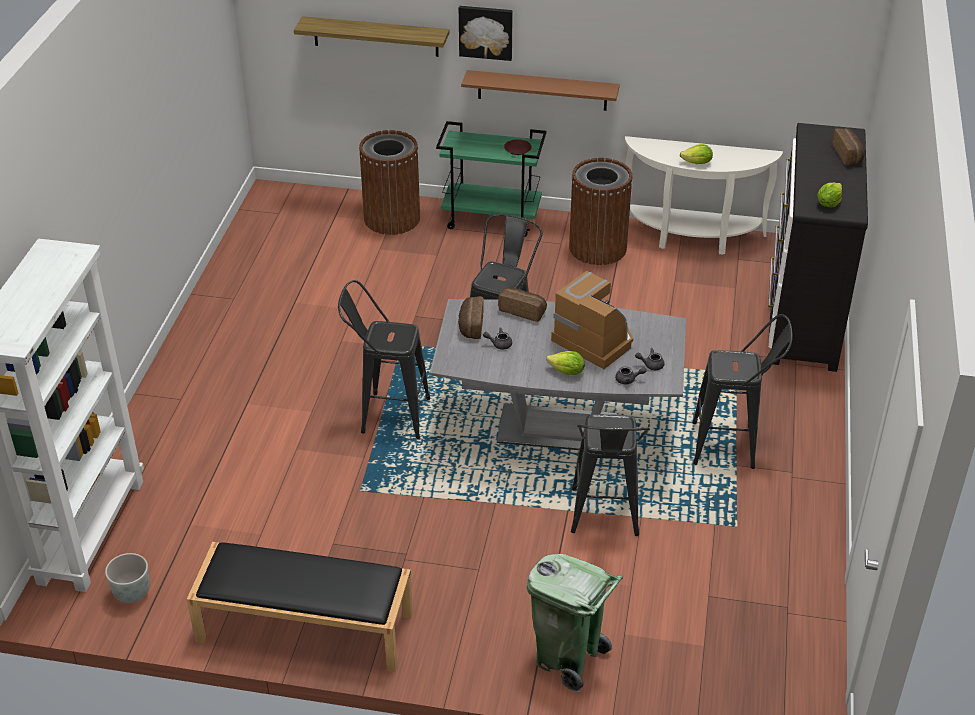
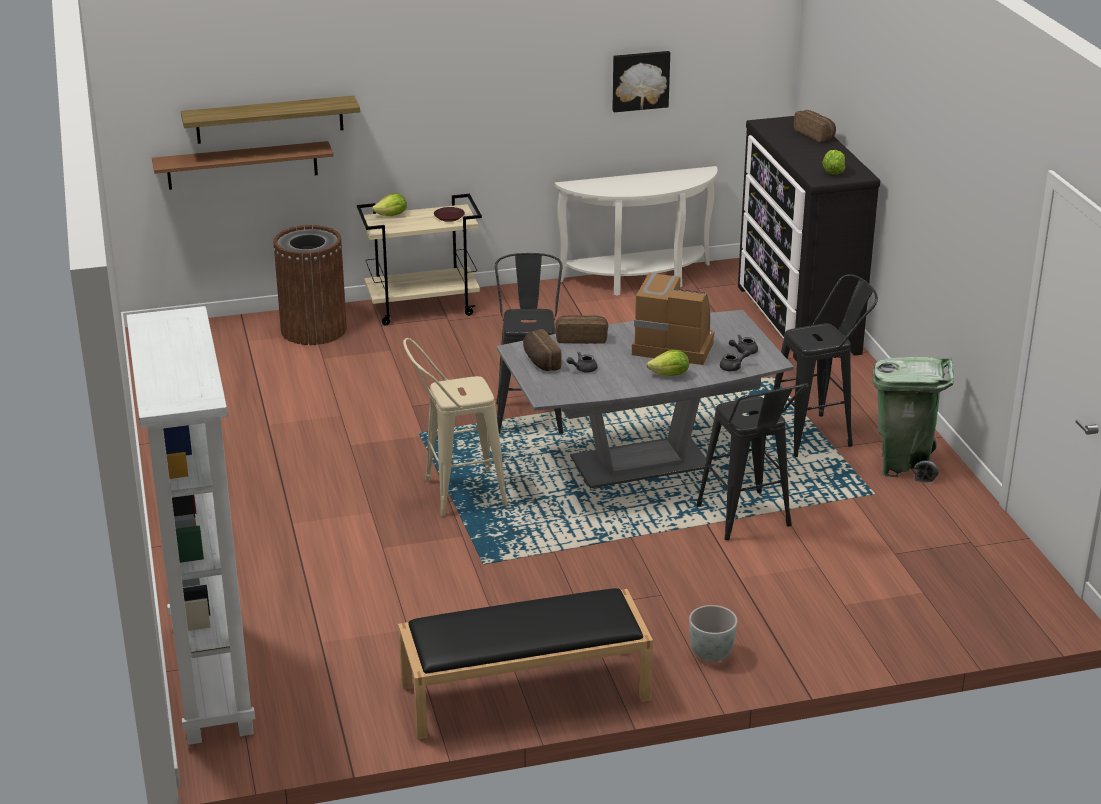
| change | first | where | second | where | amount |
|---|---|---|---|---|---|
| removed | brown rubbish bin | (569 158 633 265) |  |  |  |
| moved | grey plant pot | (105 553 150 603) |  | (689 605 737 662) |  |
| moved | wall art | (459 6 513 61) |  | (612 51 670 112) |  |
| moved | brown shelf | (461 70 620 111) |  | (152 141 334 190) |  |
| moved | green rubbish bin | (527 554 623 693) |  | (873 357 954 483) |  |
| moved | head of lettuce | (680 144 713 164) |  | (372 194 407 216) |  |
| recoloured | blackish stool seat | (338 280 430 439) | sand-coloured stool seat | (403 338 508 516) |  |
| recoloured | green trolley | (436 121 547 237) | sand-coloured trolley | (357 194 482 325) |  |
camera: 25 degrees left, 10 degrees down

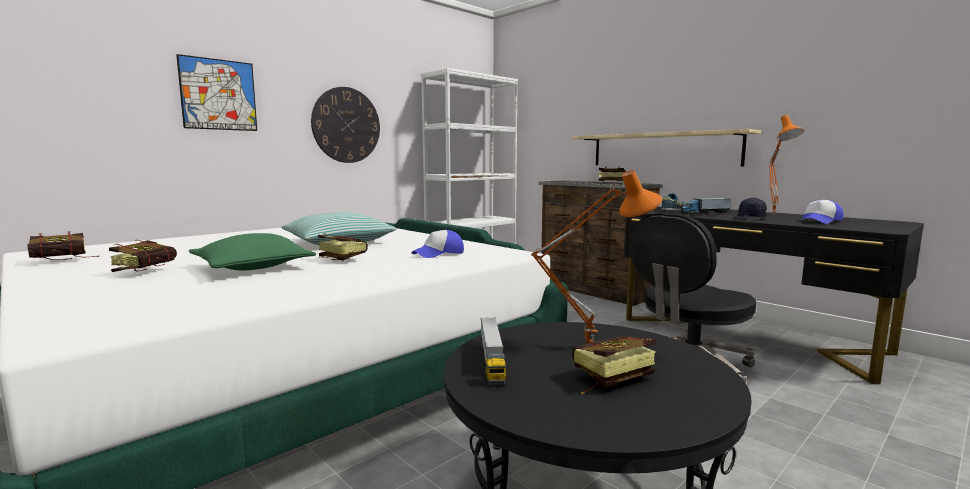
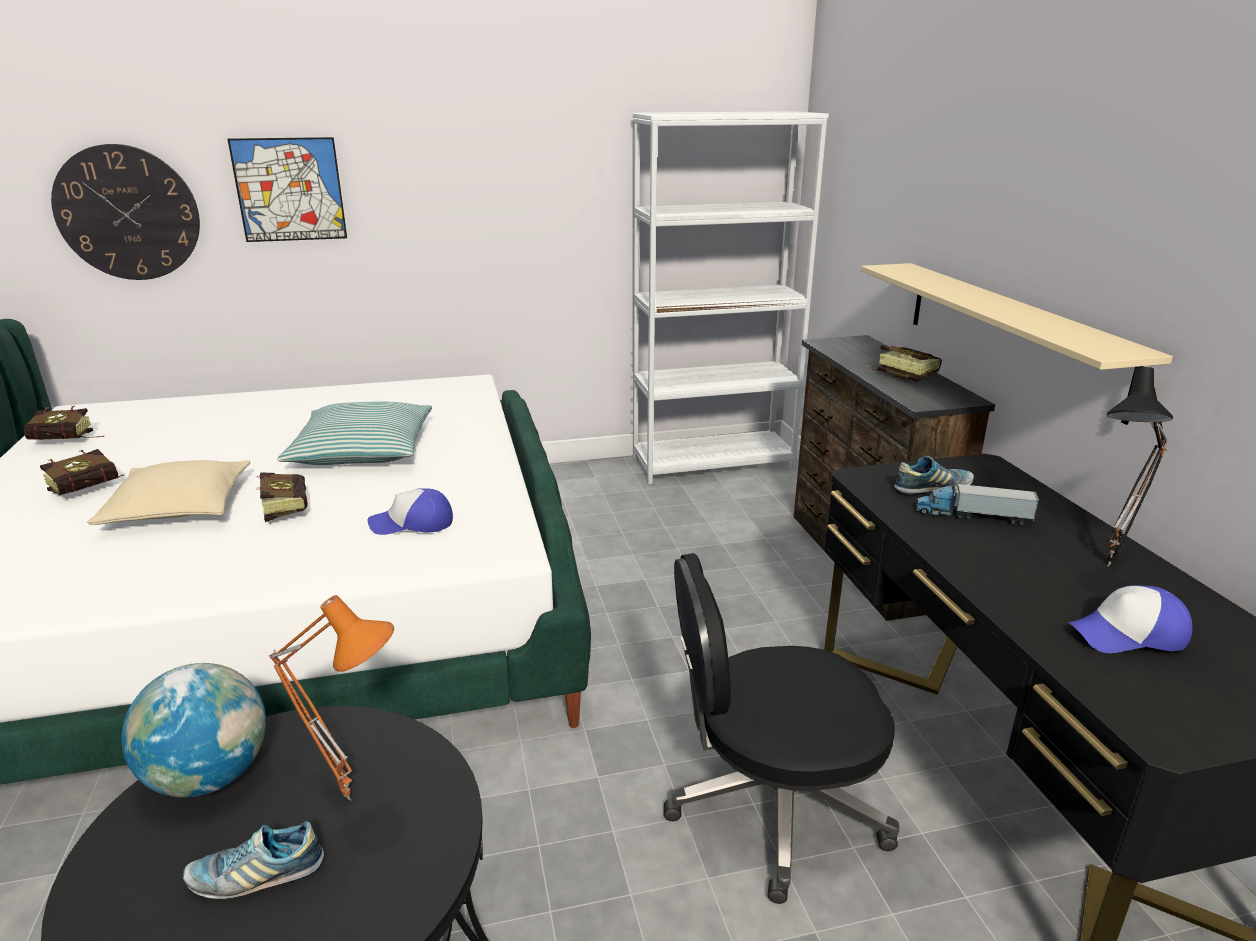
| change | first | where | second | where | amount |
|---|---|---|---|---|---|
| removed | blackish cap | (732 197 767 221) |  |  |  |
| moved | wall clock | (311 87 380 163) |  | (51 144 200 280) |  |
| replaced | toy truck | (480 317 506 385) | world globe | (122 663 266 798) |  |
| replaced | bound book | (572 336 657 395) | low shoe | (183 821 324 899) |  |
| recoloured | green throw pillow | (189 233 316 270) | sand-coloured throw pillow | (87 460 250 525) |  |
| recoloured | orange-coloured lamp for a table | (770 115 804 215) | blackish lamp for a table | (1107 367 1173 566) |  |
camera: 30 degrees right, 15 degrees up

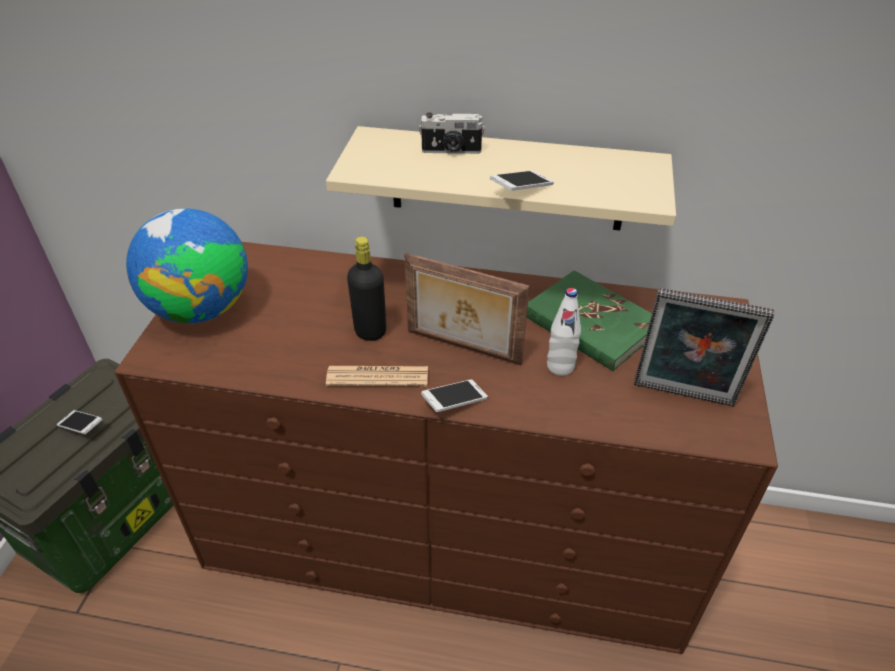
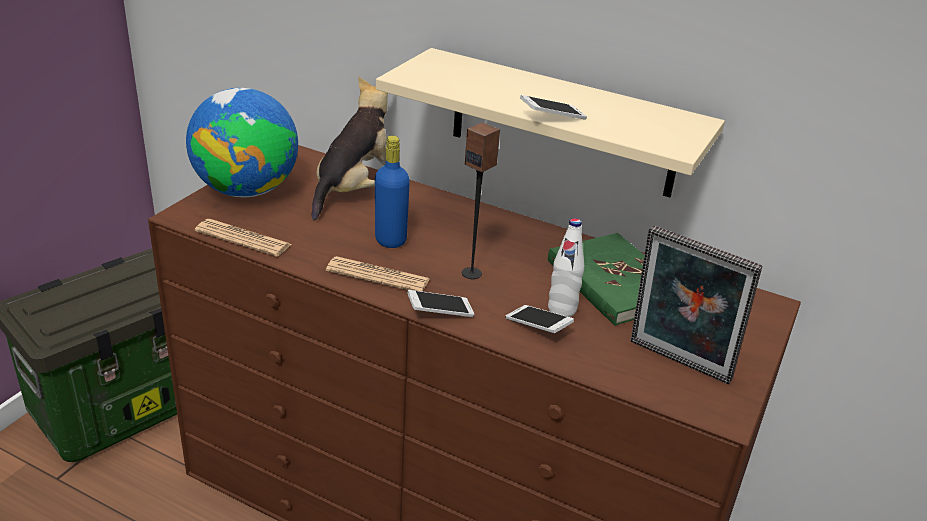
| change | first | where | second | where | amount |
|---|---|---|---|---|---|
| removed | photo camera | (419 112 485 154) |  |  |  |
| added |  |  | printed paper | (195 219 292 257) |  |
| added |  |  | plush toy | (312 77 388 221) |  |
| moved | handset | (57 410 102 435) |  | (506 305 574 333) |  |
| replaced | photo frame | (404 253 530 365) | loudspeaker | (462 122 500 279) |  |
| recoloured | blackish beverage bottle | (347 237 386 341) | blue beverage bottle | (375 136 410 248) |  |
camera: 15 degrees right, 10 degrees down

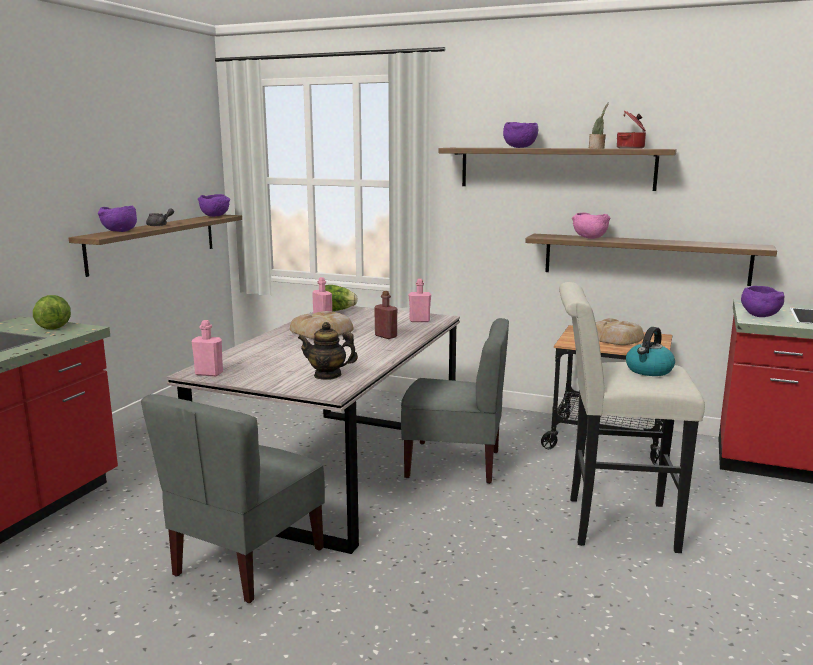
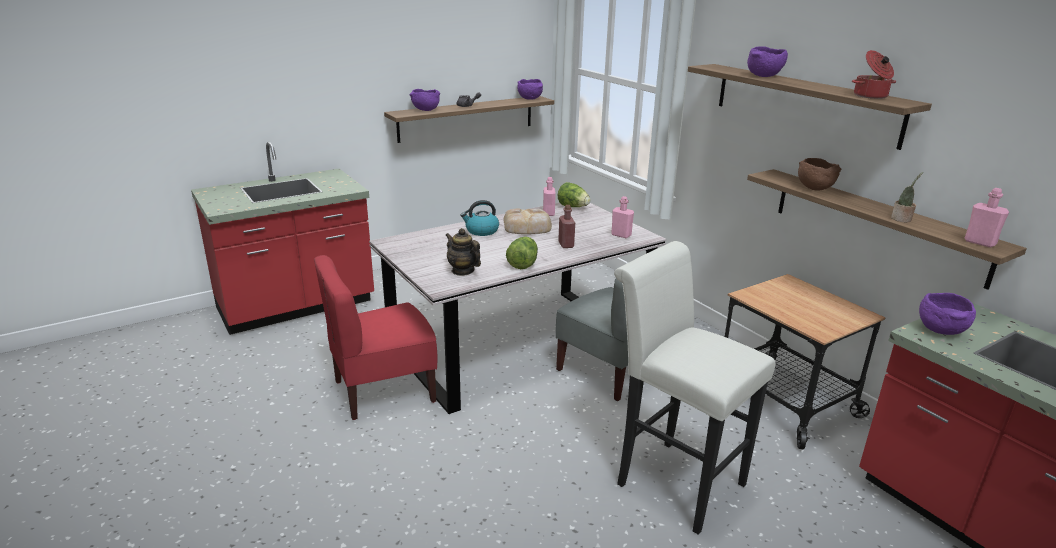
| change | first | where | second | where | amount |
|---|---|---|---|---|---|
| removed | bakery bread | (596 318 644 345) |  |  |  |
| moved | head of lettuce | (33 295 71 329) |  | (506 237 538 269) |  |
| moved | pink beverage bottle | (192 320 223 376) |  | (965 188 1009 247) |  |
| moved | potted plant | (589 102 609 148) |  | (891 172 923 222) |  |
| moved | kettle | (626 327 675 376) |  | (460 200 499 236) |  |
| recoloured | grey chair | (141 394 325 603) | red-coloured chair | (314 255 438 420) |  |
| recoloured | pink serving bowl | (572 213 611 239) | brown serving bowl | (798 158 841 191) |  |
camera: 35 degrees right, 10 degrees up

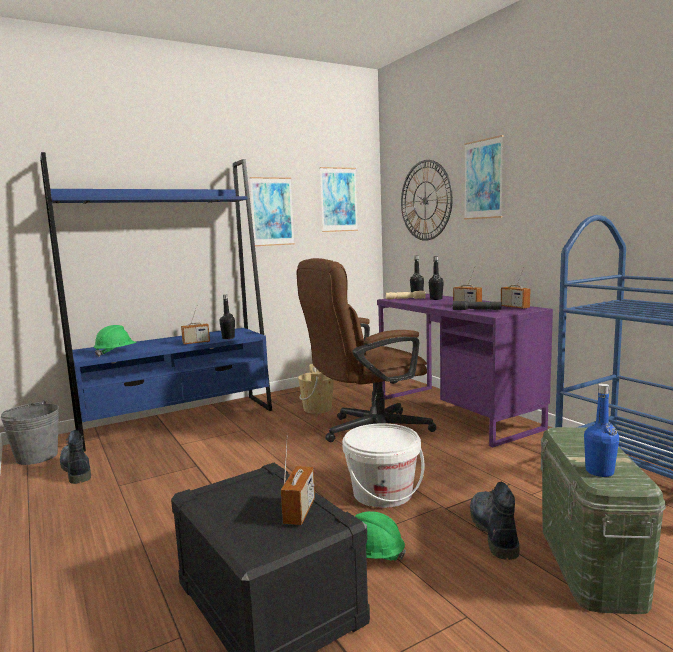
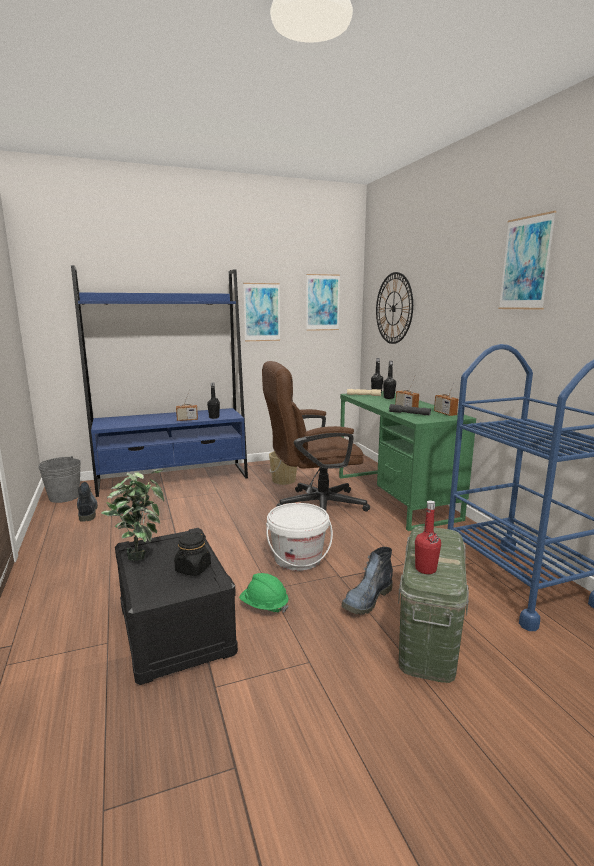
| change | first | where | second | where | amount |
|---|---|---|---|---|---|
| removed | green work helmet | (94 325 137 357) |  |  |  |
| added |  |  | potted plant | (101 469 164 560) |  |
| moved | wall art | (464 135 504 220) |  | (498 211 556 310) |  |
| replaced | radio | (281 435 315 525) | blackish jar | (174 532 211 576) |  |
| recoloured | purple desk unit | (377 294 553 447) | green desk unit | (339 391 476 531) |  |
| recoloured | blue beverage bottle | (584 384 619 477) | red-coloured beverage bottle | (415 500 441 574) |  |
| turned | tall boot | (470 481 519 560) |  | (342 547 393 615) | 150 degrees counterclockwise |
camera: 10 degrees right, 5 degrees up

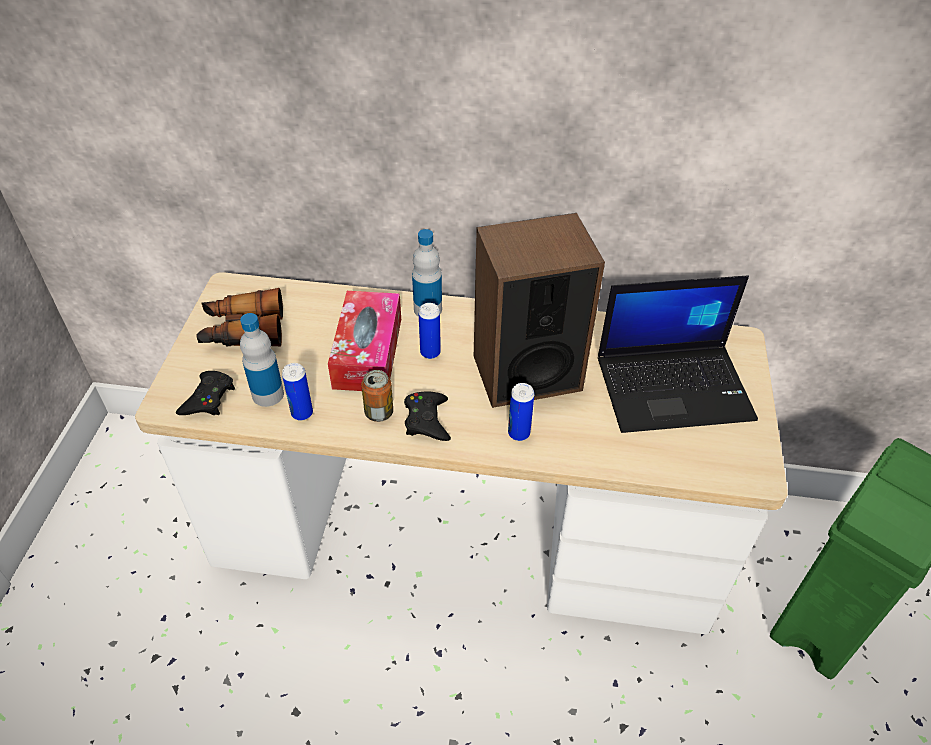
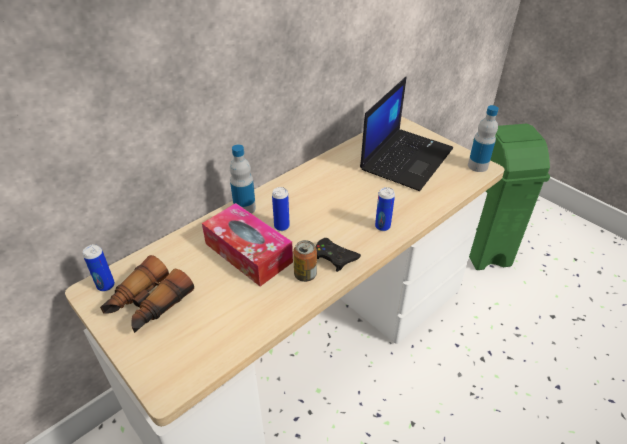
| change | first | where | second | where | amount |
|---|---|---|---|---|---|
| removed | blackish joypad | (176 371 235 415) |  |  |  |
| removed | loudspeaker | (474 213 605 408) |  |  |  |
| moved | beverage bottle | (240 313 284 407) |  | (468 105 499 172) |  |
| moved | can | (282 363 313 421) |  | (83 244 115 292) |  |
camera: 50 degrees left, 5 degrees down

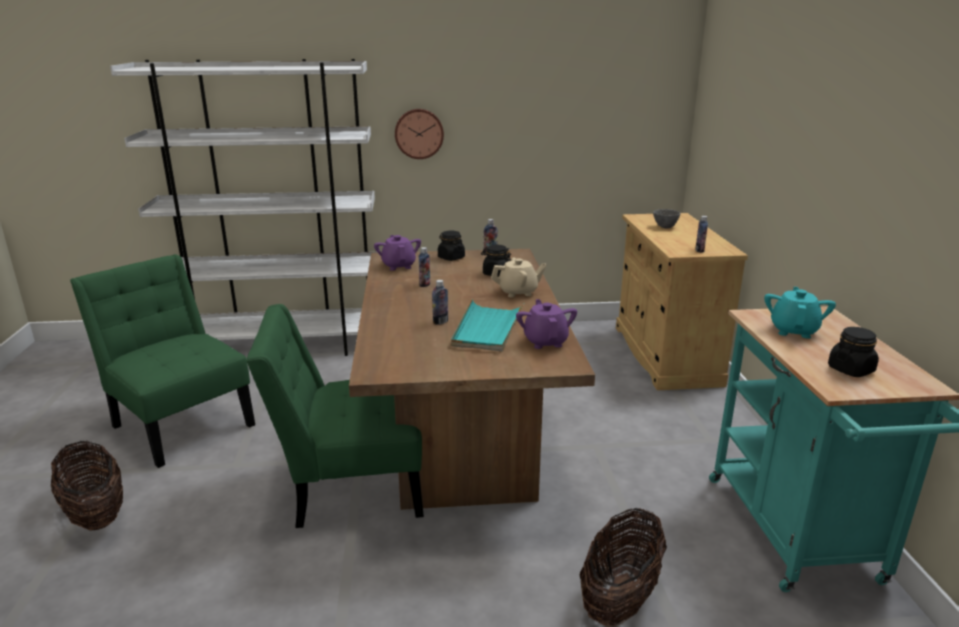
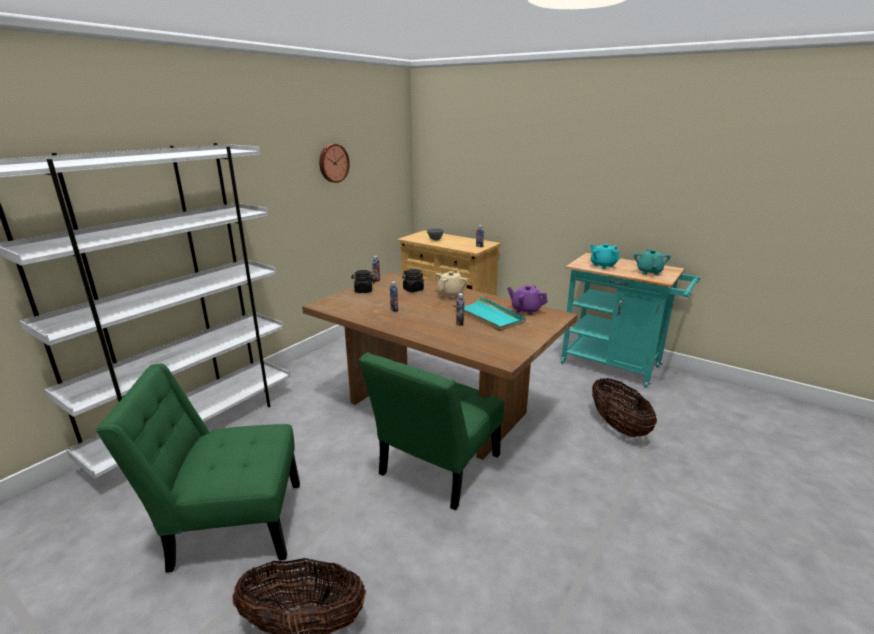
| change | first | where | second | where | amount |
|---|---|---|---|---|---|
| removed | purple pot for tea | (374 235 421 271) |  |  |  |
| moved | wall clock | (395 109 444 159) |  | (319 144 350 183) |  |
| replaced | blackish jar | (828 327 879 377) | turquoise pot for tea | (634 250 671 275) |  |
camera: 50 degrees left, 0 degrees up

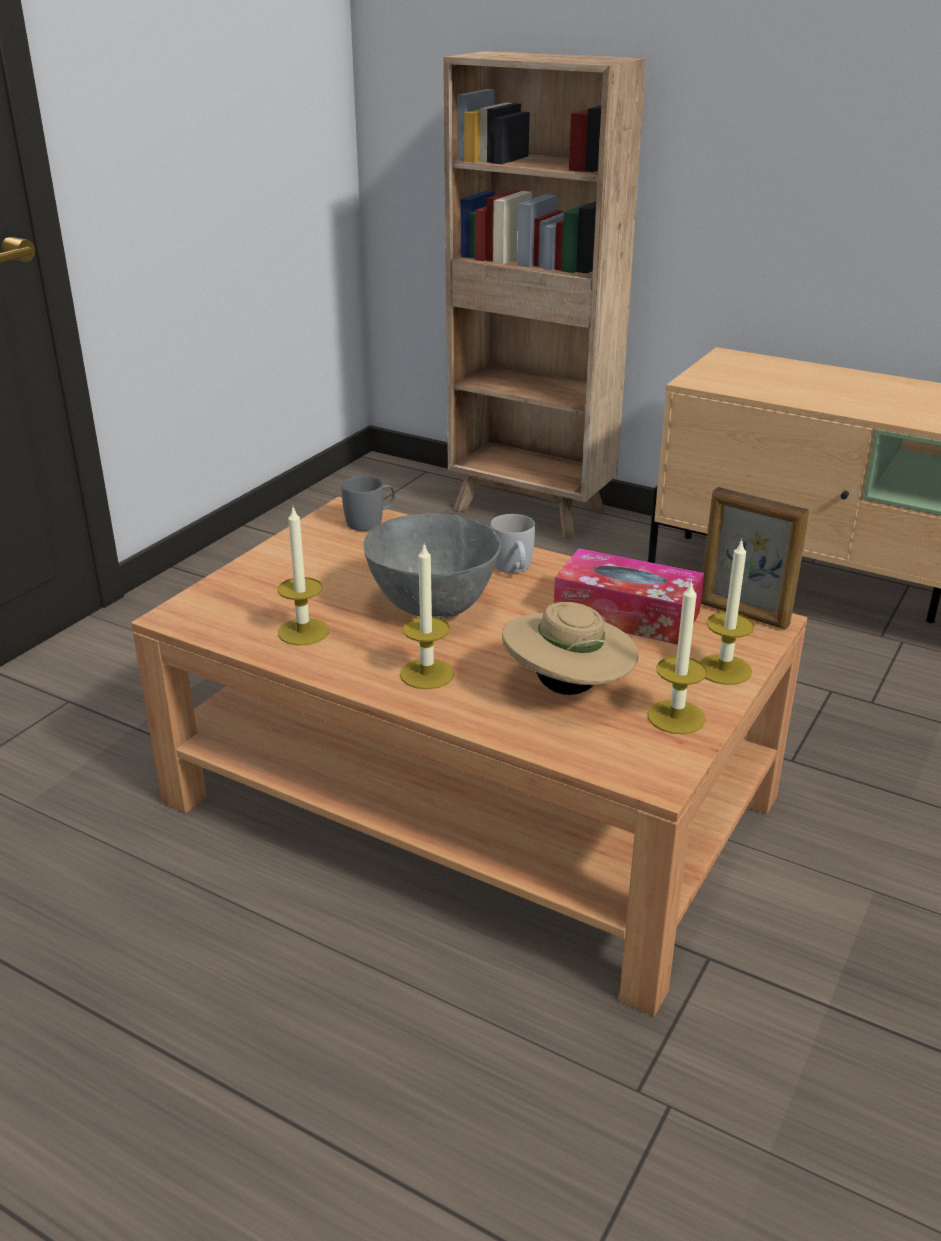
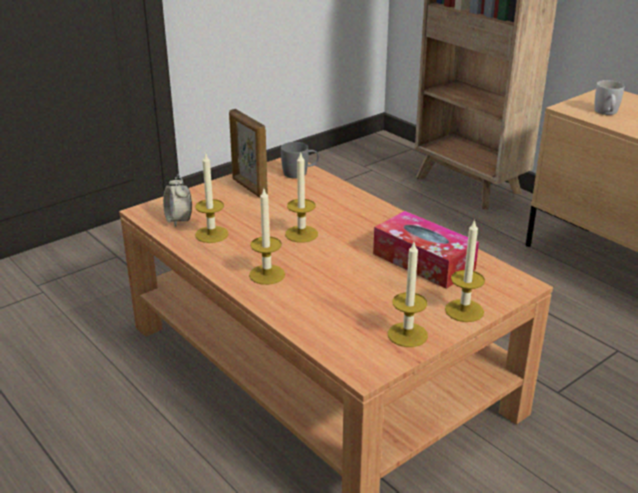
| change | first | where | second | where | amount |
|---|---|---|---|---|---|
| removed | sand-coloured hat | (502 602 639 695) |  |  |  |
| added |  |  | table clock | (163 175 192 227) |  |
| moved | whitish tea mug | (490 514 535 573) |  | (594 80 625 115) |  |
| moved | photo frame | (701 487 809 630) |  | (229 109 268 198) |  |
| replaced | grey serving bowl | (364 513 501 618) | wax candle | (285 152 318 243) |  |
camera: 20 degrees right, 0 degrees up

